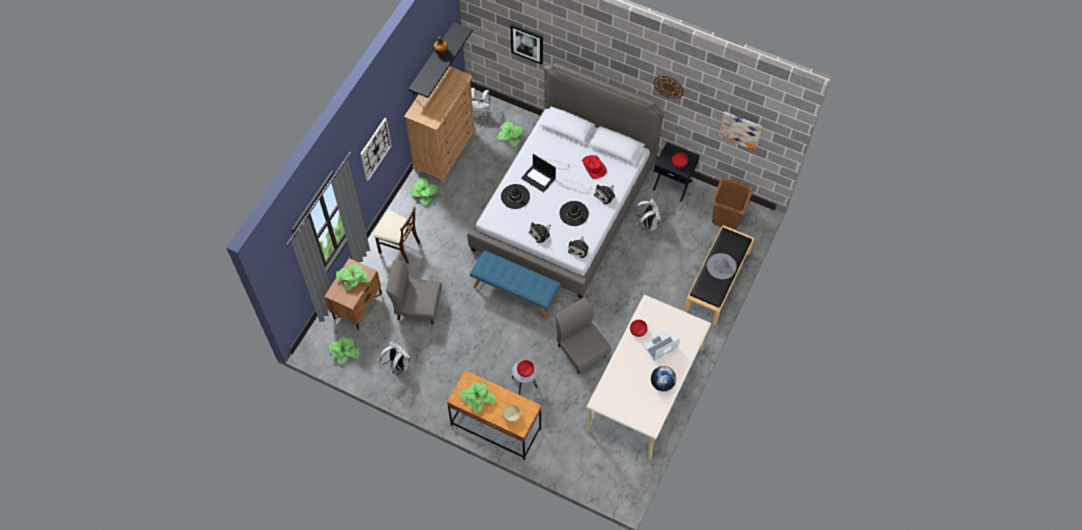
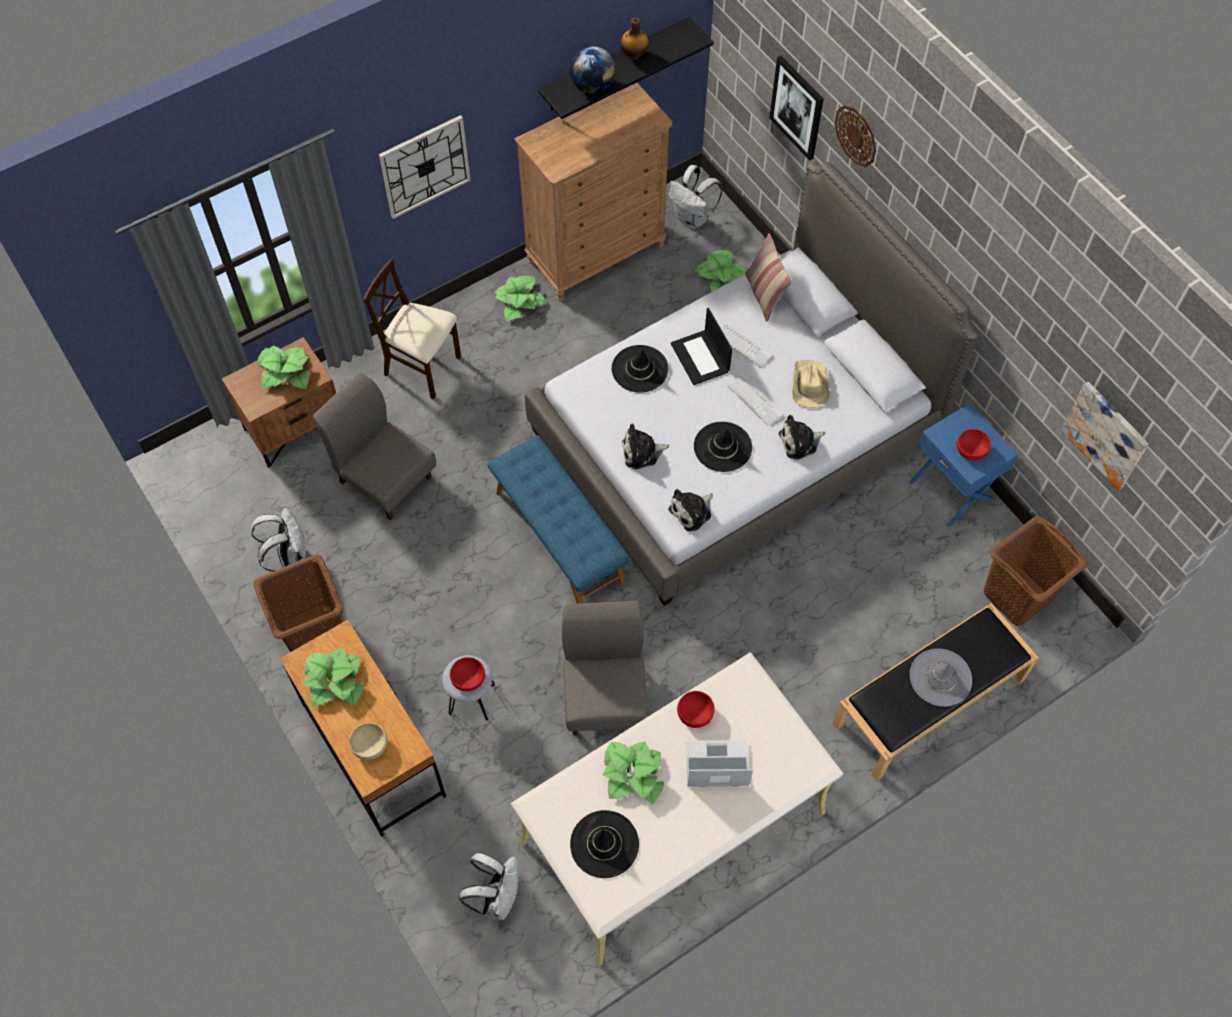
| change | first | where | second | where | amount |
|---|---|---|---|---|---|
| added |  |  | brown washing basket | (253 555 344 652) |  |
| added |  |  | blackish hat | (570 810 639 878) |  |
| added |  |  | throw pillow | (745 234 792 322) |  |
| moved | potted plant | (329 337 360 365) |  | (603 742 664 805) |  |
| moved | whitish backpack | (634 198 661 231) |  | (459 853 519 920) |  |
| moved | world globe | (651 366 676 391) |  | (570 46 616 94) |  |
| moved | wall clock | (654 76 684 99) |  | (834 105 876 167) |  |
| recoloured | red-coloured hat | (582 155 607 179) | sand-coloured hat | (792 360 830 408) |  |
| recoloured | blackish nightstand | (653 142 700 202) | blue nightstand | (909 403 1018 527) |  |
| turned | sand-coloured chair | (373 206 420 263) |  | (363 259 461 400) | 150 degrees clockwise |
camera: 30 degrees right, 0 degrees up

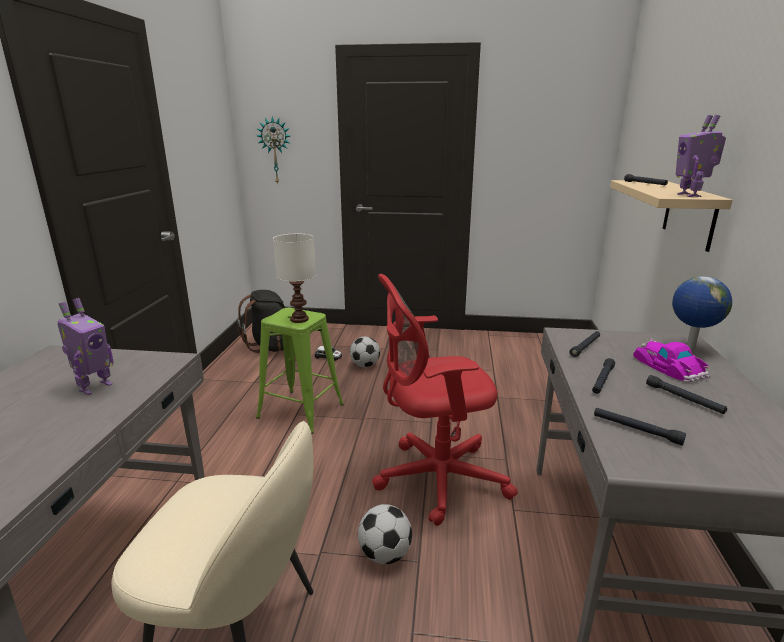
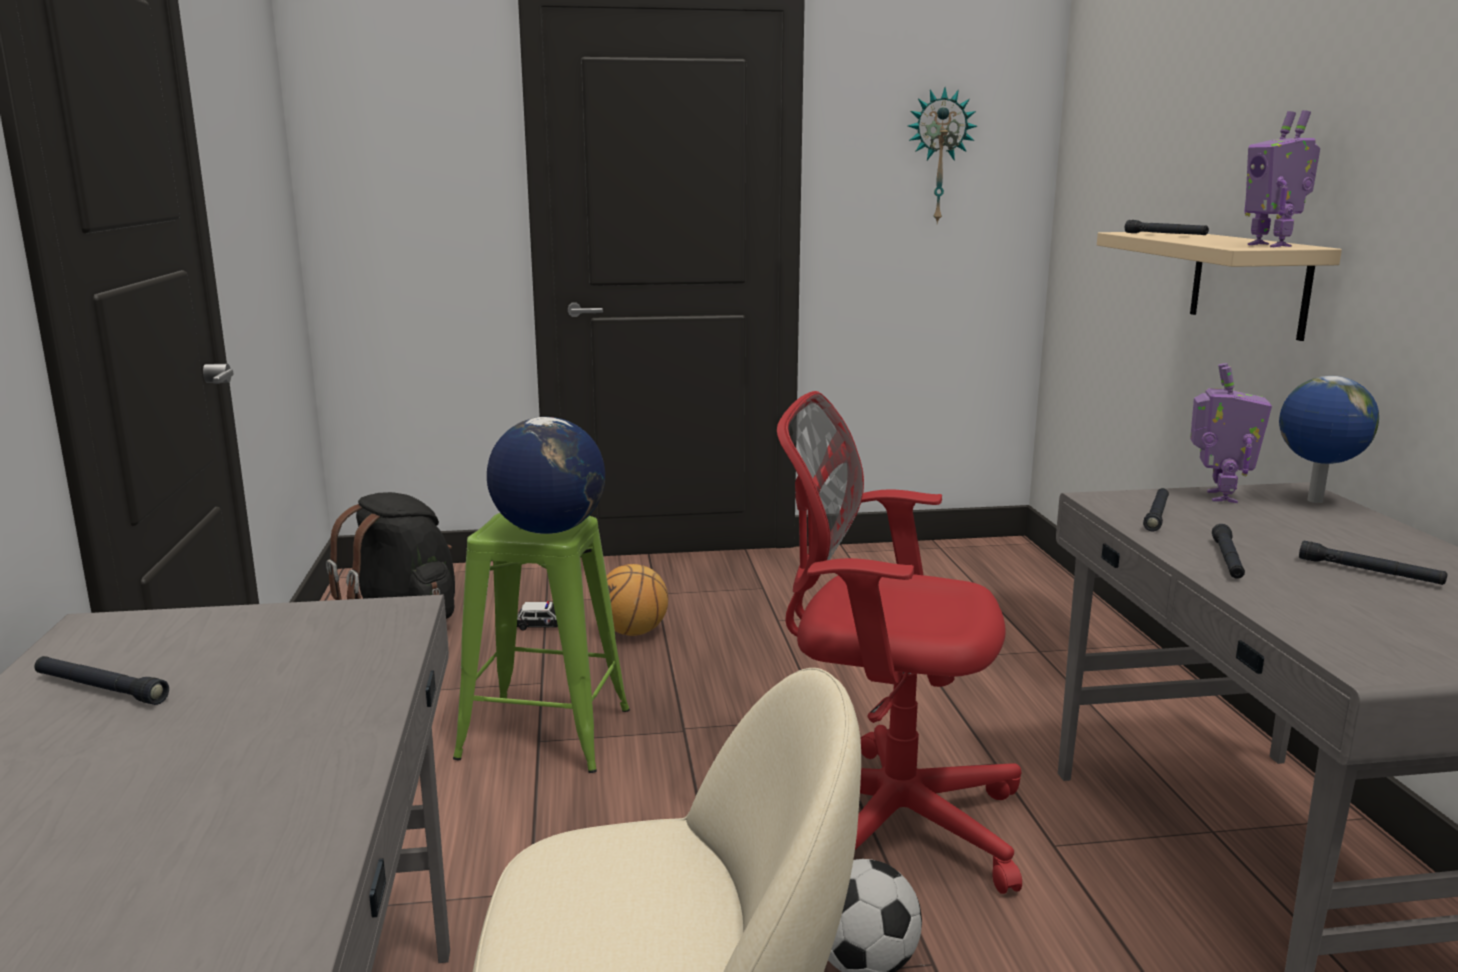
| change | first | where | second | where | amount |
|---|---|---|---|---|---|
| removed | toy car | (633 338 710 383) |  |  |  |
| moved | model robot | (57 298 114 395) |  | (1190 363 1272 503) |  |
| moved | wall clock | (257 116 290 185) |  | (908 87 977 225) |  |
| moved | blackish hand torch | (594 408 686 446) |  | (34 656 169 705) |  |
| replaced | whitish lamp for a table | (273 234 316 323) | world globe | (487 417 605 534) |  |
| replaced | ball for football | (350 337 380 367) | basketball | (607 564 668 636) |  |
| turned | red-coloured computer chair | (372 274 518 526) |  | (777 391 1022 894) | 45 degrees clockwise |
camera: 15 degrees left, 5 degrees down

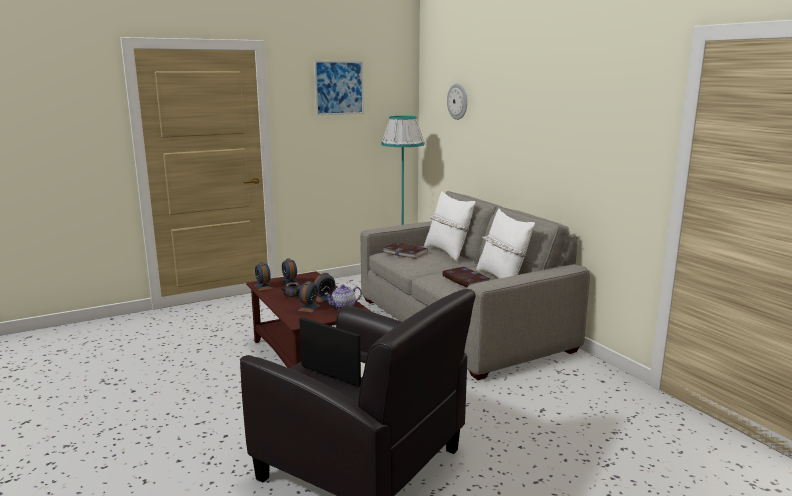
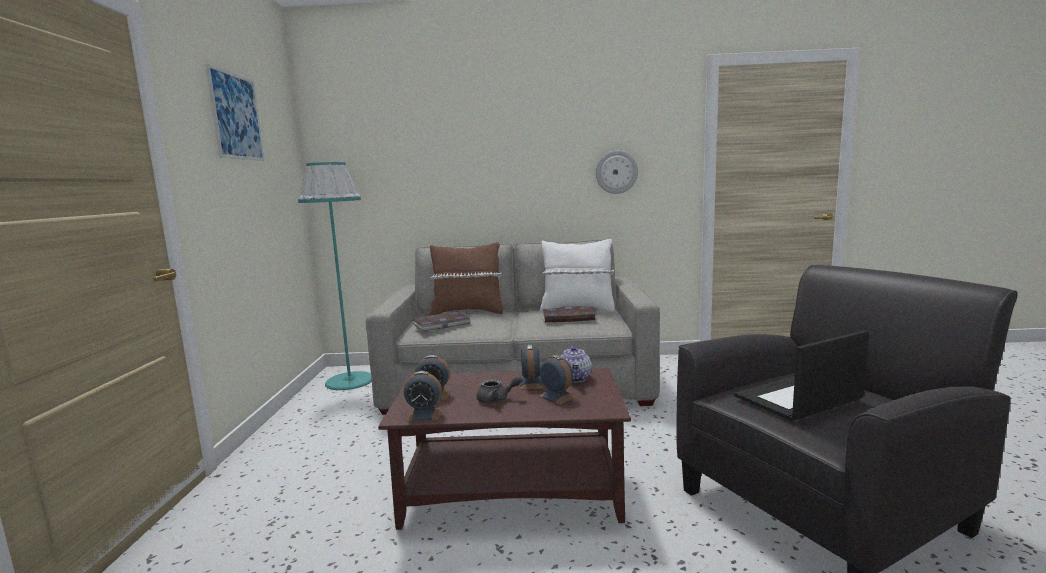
| change | first | where | second | where | amount |
|---|---|---|---|---|---|
| moved | wall clock | (447 83 467 120) |  | (596 151 638 194) |  |
| recoloured | whitish throw pillow | (424 191 475 261) | brown throw pillow | (430 243 503 315) |  |
camera: 60 degrees left, 5 degrees down

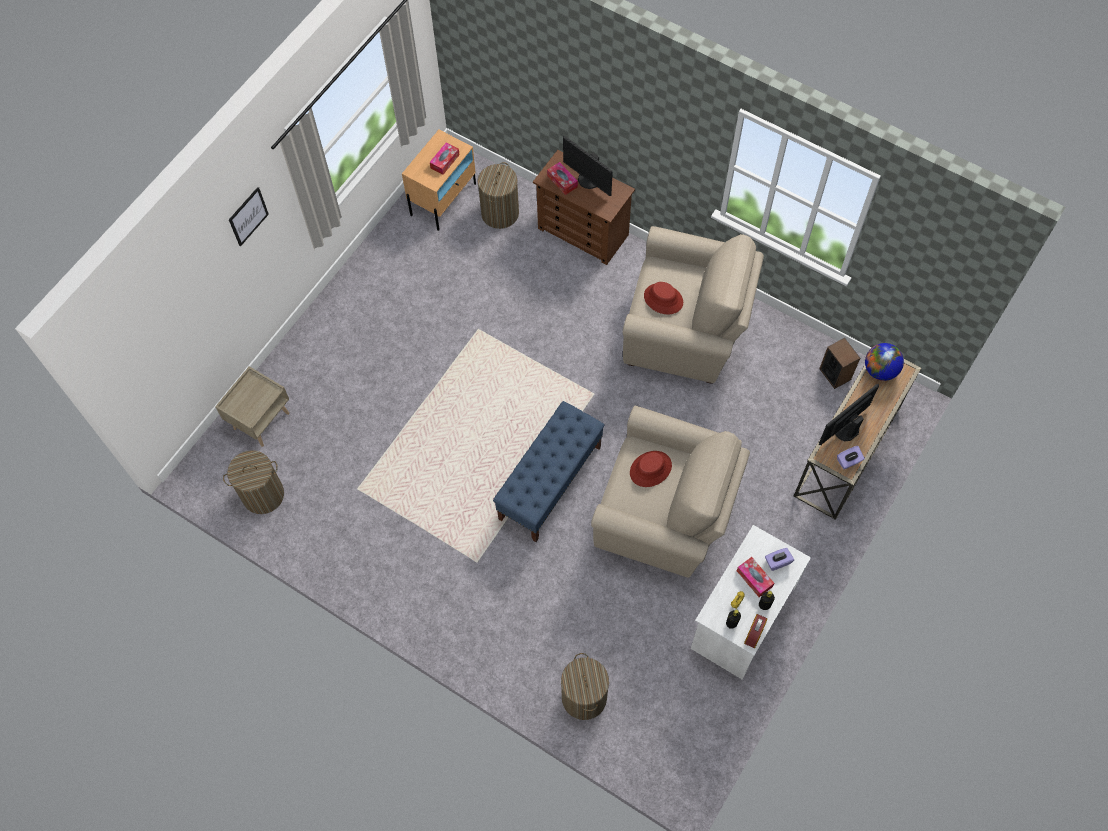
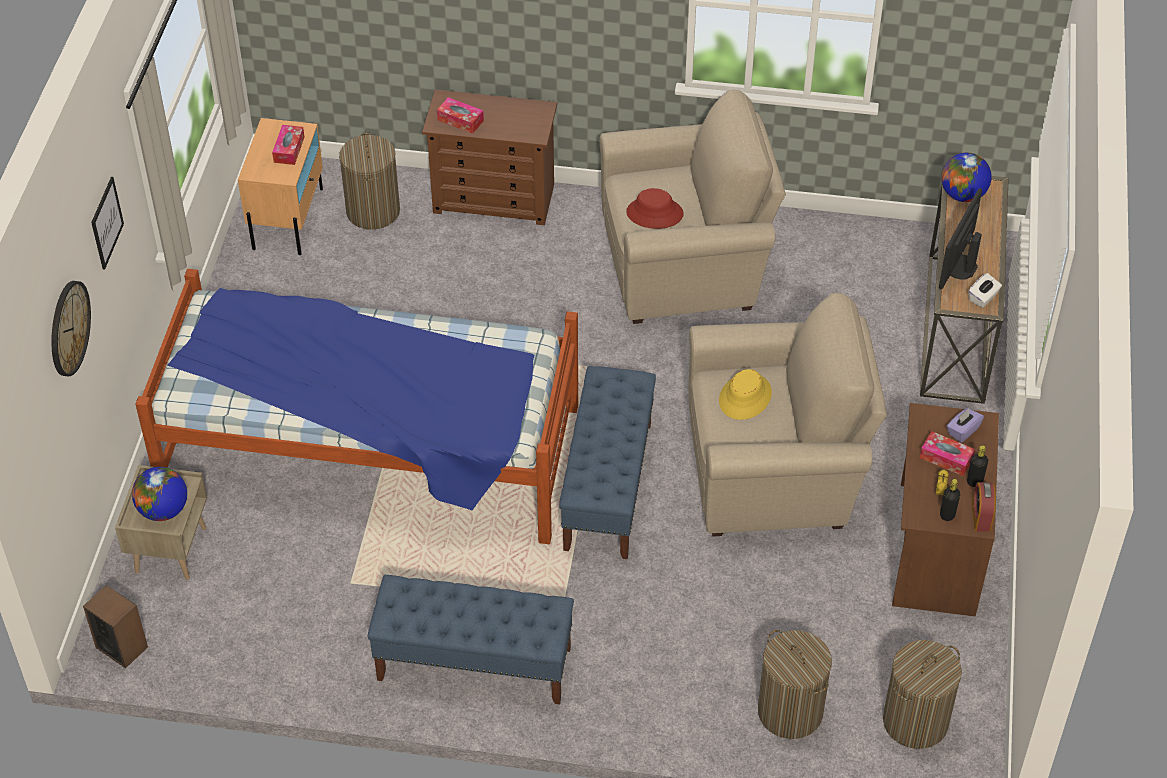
| change | first | where | second | where | amount |
|---|---|---|---|---|---|
| removed | monitor | (563 136 613 196) |  |  |  |
| added |  |  | wall clock | (51 281 91 376) |  |
| added |  |  | world globe | (132 467 187 521) |  |
| added |  |  | bedroom bed | (135 269 578 544) |  |
| added |  |  | blue bench | (367 575 574 704) |  |
| moved | washing basket | (223 450 284 514) |  | (883 640 962 749) |  |
| moved | loudspeaker | (819 338 860 389) |  | (83 585 148 669) |  |
| recoloured | red-coloured hat | (630 451 672 487) | yellow hat | (719 369 772 420) |  |
| recoloured | whitish desk unit | (691 525 811 680) | brown desk unit | (892 403 999 616) |  |
| recoloured | purple tissue box | (837 446 865 469) | whitish tissue box | (968 273 1002 308) |  |
camera: 25 degrees left, 15 degrees down

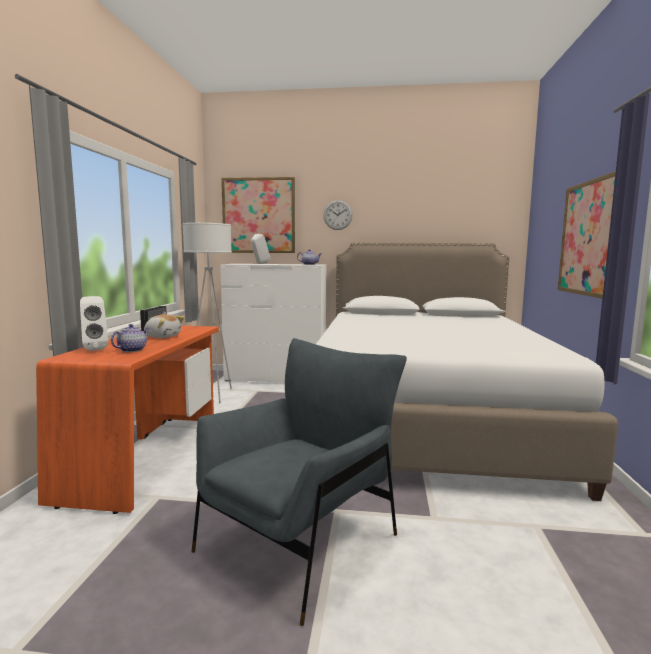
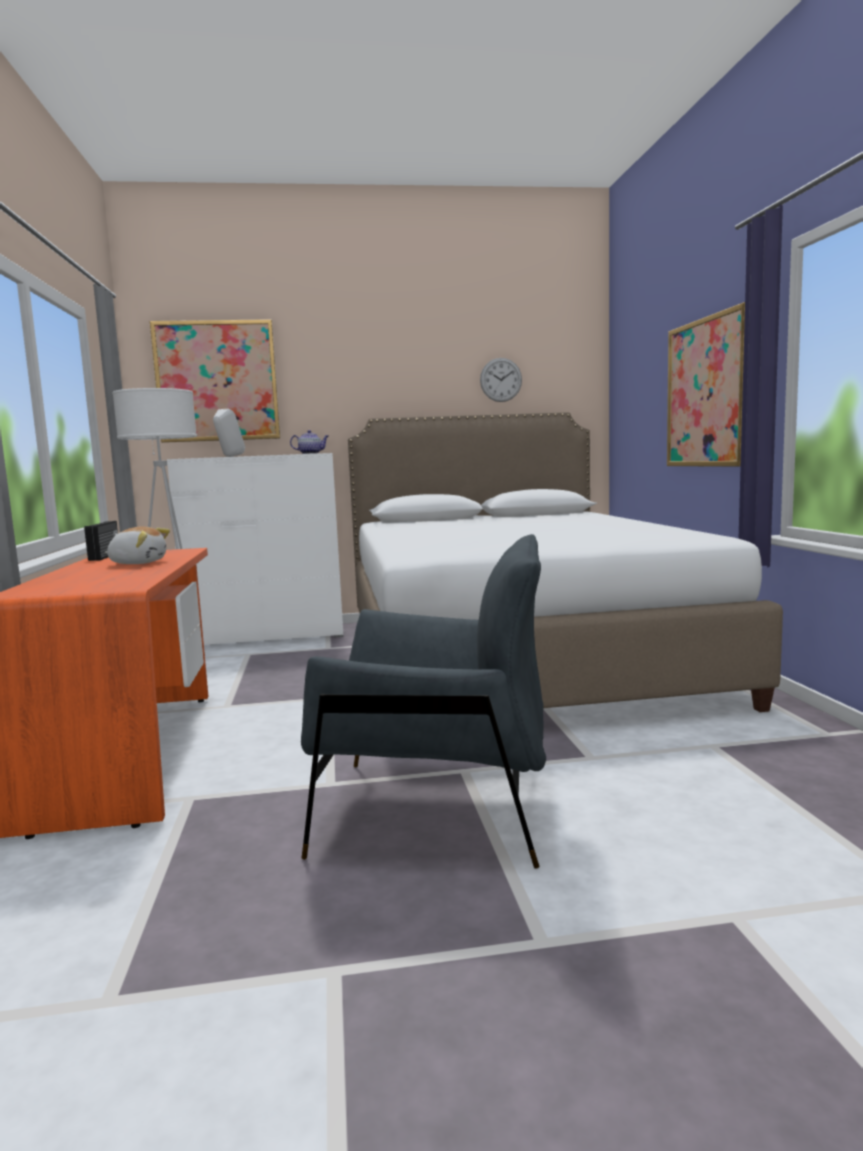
| change | first | where | second | where | amount |
|---|---|---|---|---|---|
| removed | whitish loudspeaker | (80 296 108 351) |  |  |  |
| removed | pot for tea | (111 324 150 352) |  |  |  |
| moved | wall clock | (323 200 353 230) |  | (480 358 522 402) |  |
| turned | grey armchair | (191 338 407 626) |  | (301 534 546 869) | 75 degrees clockwise |
camera: 15 degrees left, 0 degrees up

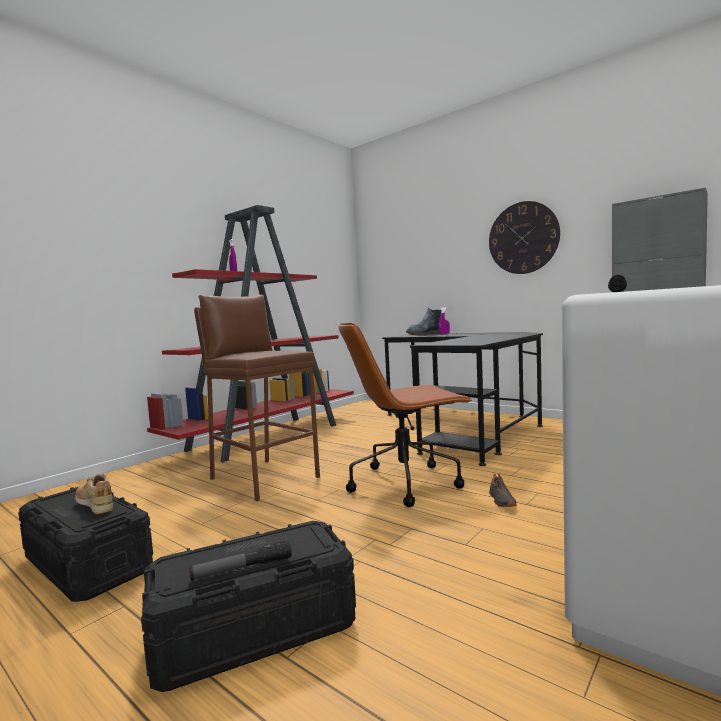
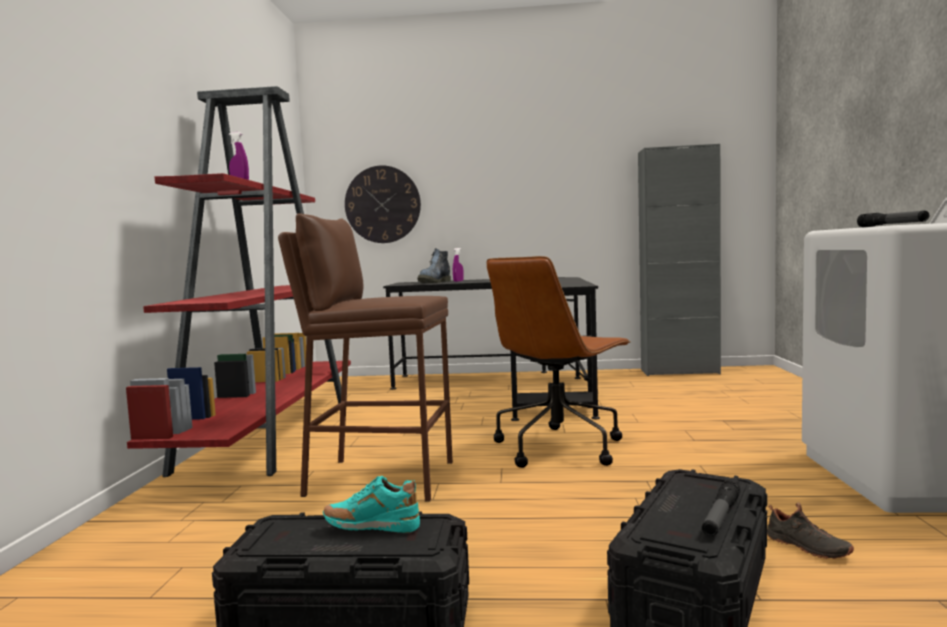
| change | first | where | second | where | amount |
|---|---|---|---|---|---|
| moved | wall clock | (489 201 560 274) |  | (345 165 421 243) |  |
| moved | blackish low shoe | (489 473 516 507) |  | (767 502 854 559) |  |
| recoloured | sand-coloured low shoe | (75 474 113 514) | turquoise low shoe | (323 476 420 533) |  |
camera: 35 degrees left, 0 degrees up

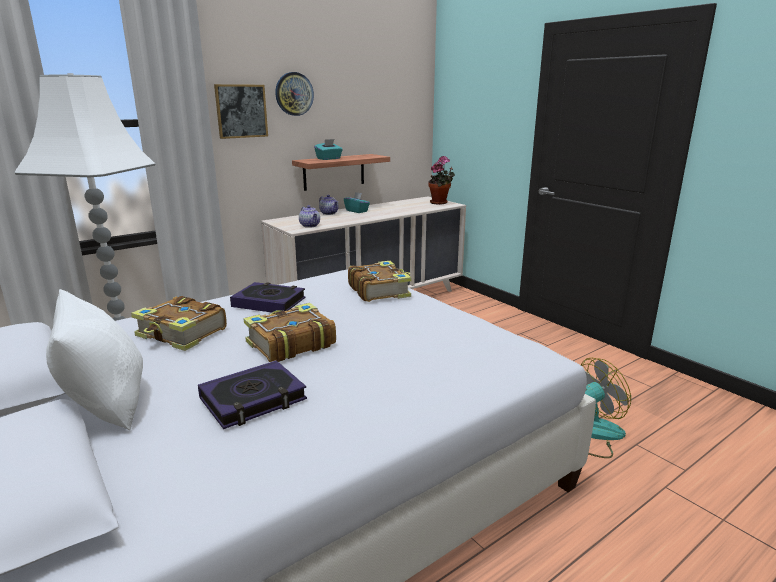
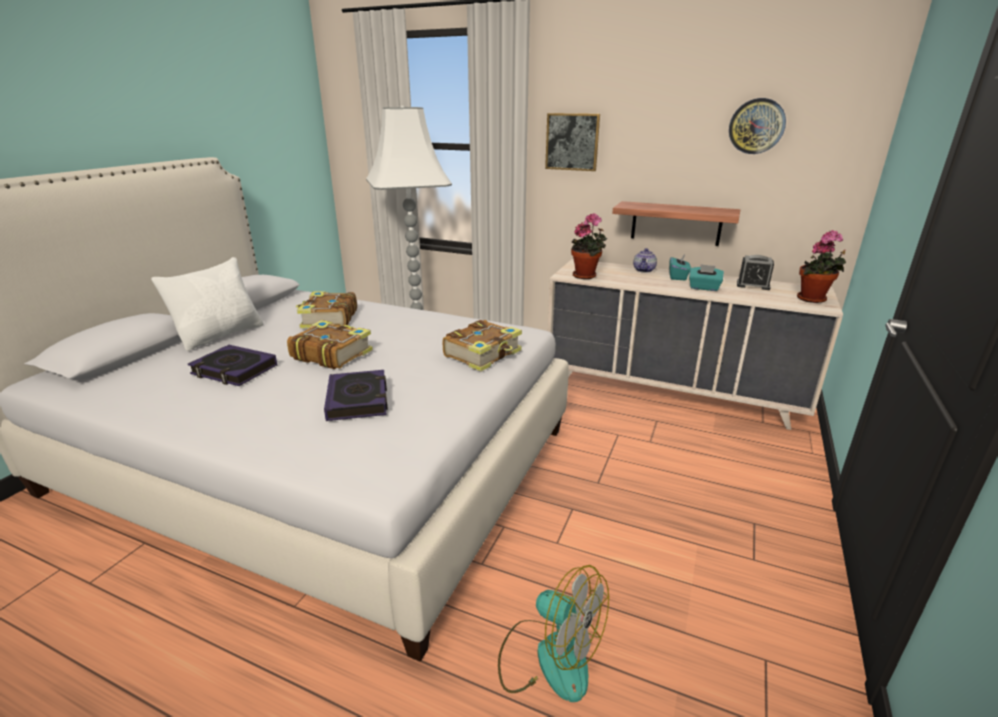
| change | first | where | second | where | amount |
|---|---|---|---|---|---|
| added |  |  | table clock | (737 255 774 290) |  |
| moved | bound book | (230 282 306 313) |  | (324 370 388 421) |  |
| moved | wall clock | (275 72 314 116) |  | (729 98 786 154) |  |
| moved | turquoise tissue box | (314 139 343 160) |  | (689 264 724 291) |  |
| replaced | pot for tea | (299 205 320 228) | potted plant | (571 213 607 279) |  |
camera: 60 degrees right, 5 degrees up

